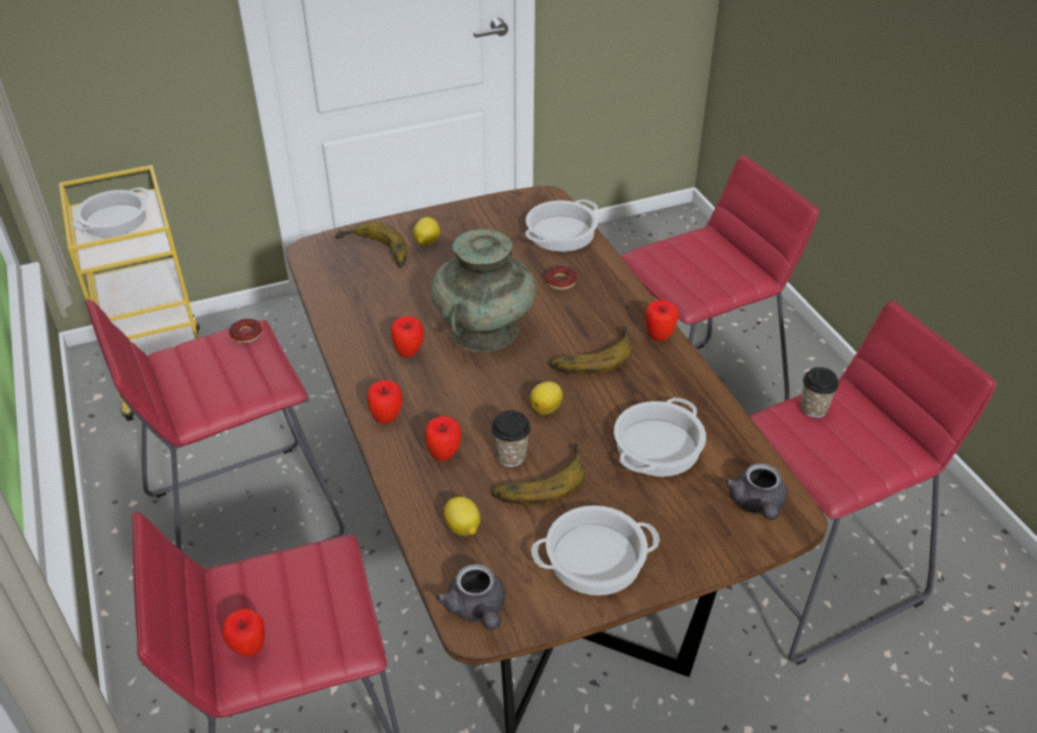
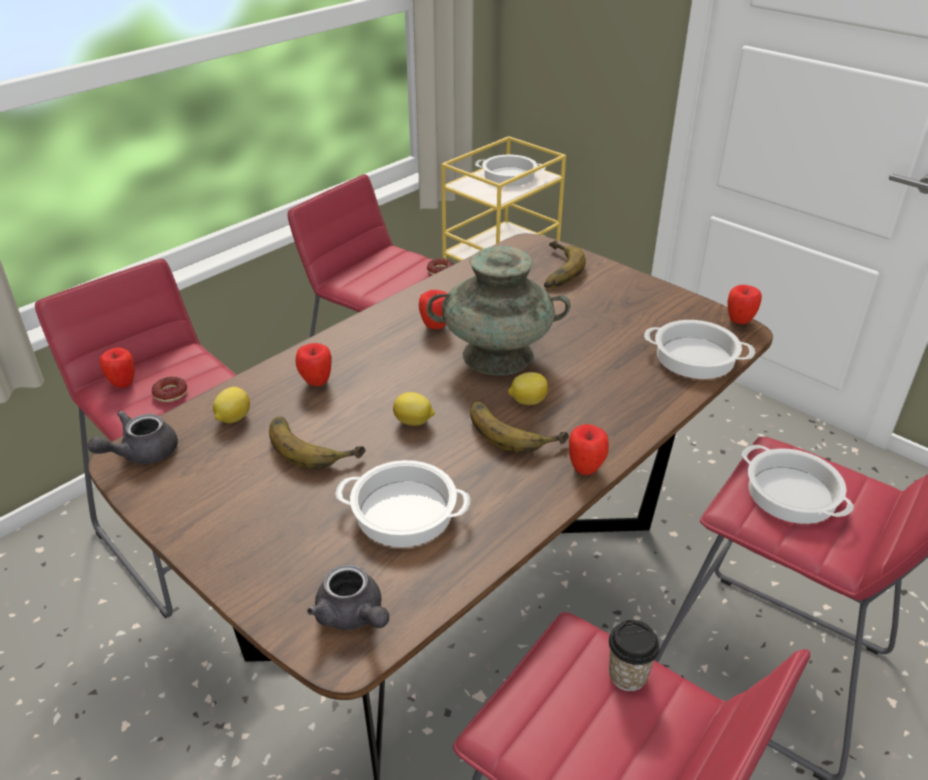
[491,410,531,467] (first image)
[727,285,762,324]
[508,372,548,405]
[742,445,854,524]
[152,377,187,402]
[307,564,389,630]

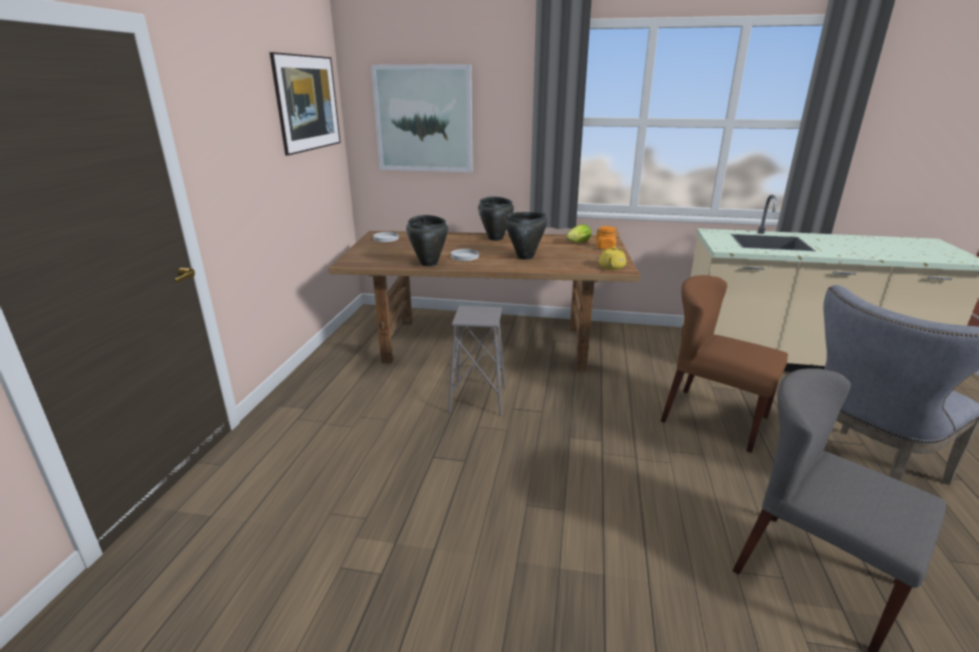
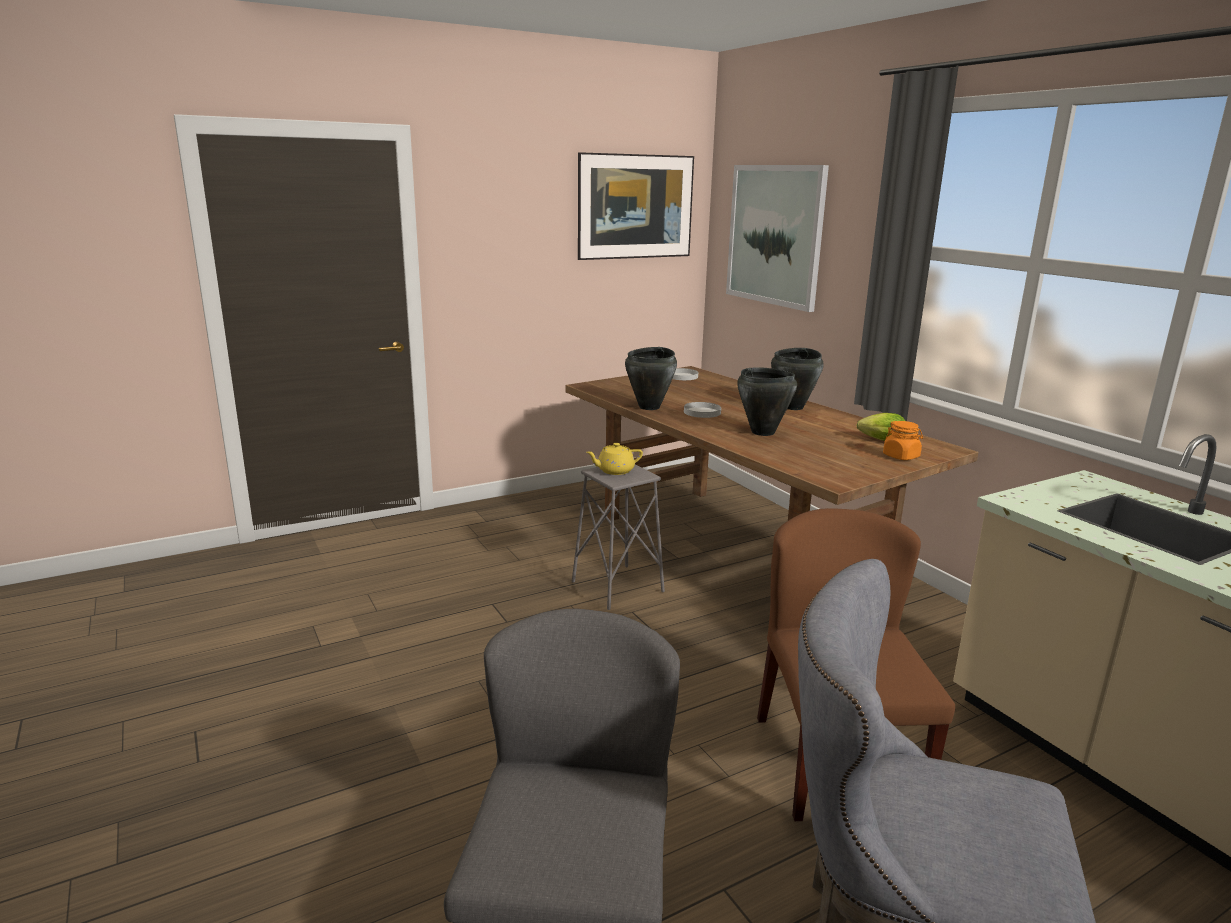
[586,443,643,475]

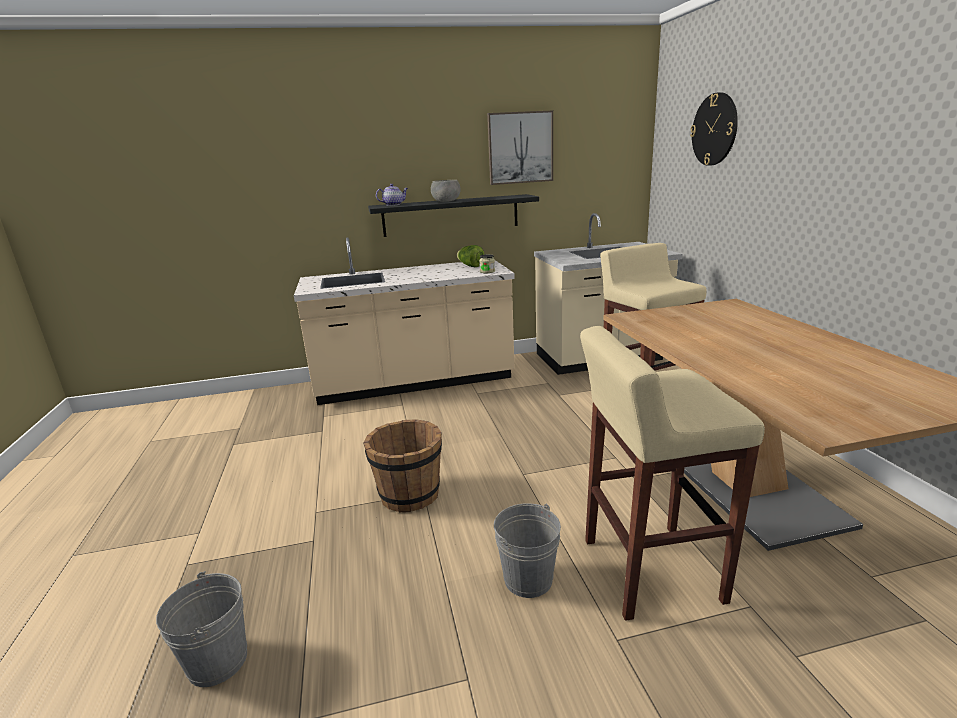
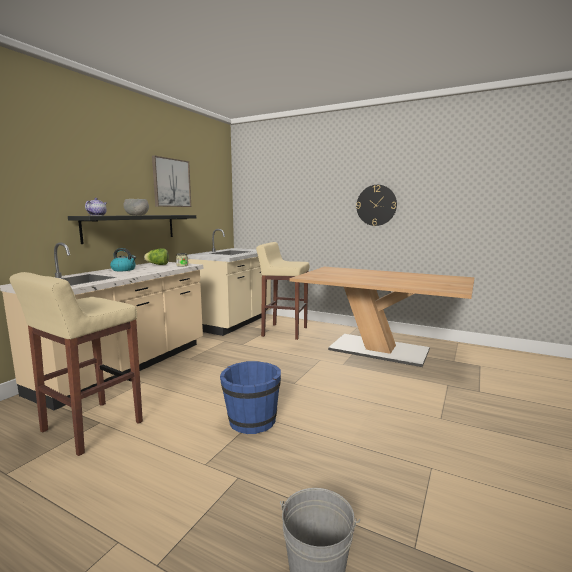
[494,503,561,598] (first image)
[110,248,136,271]
[10,272,143,456]
[356,185,397,226]
[220,361,281,434]

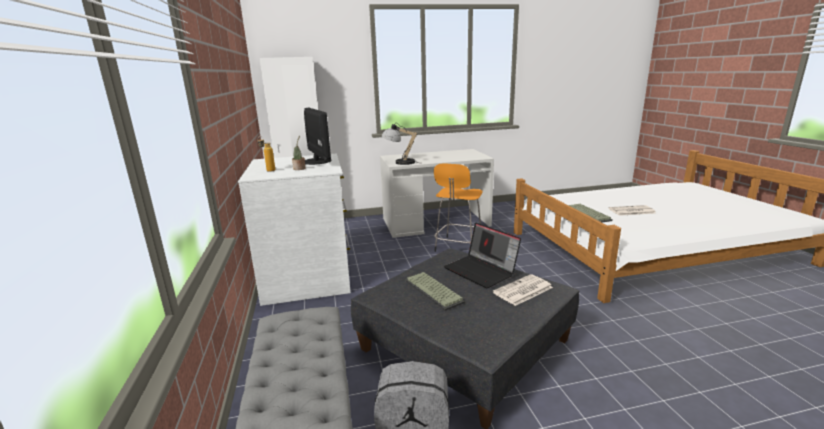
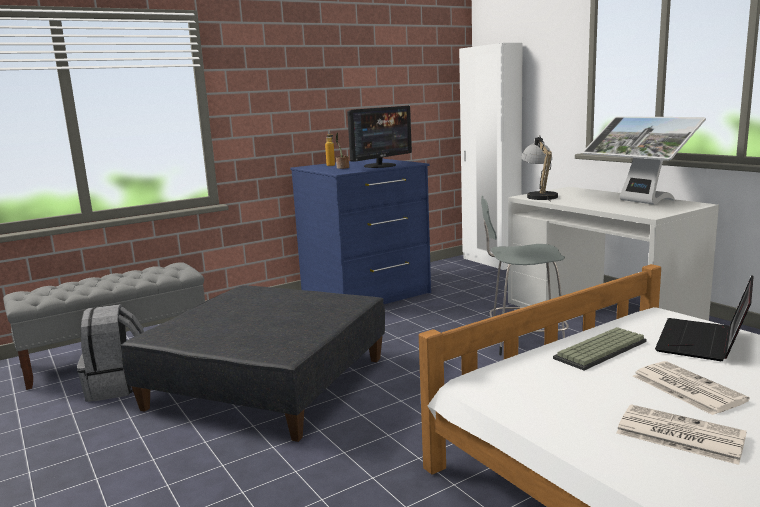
[405,272,465,311] (first image)
[582,116,706,205]
[655,275,754,361]
[616,404,747,465]
[290,158,431,304]
[481,196,569,355]

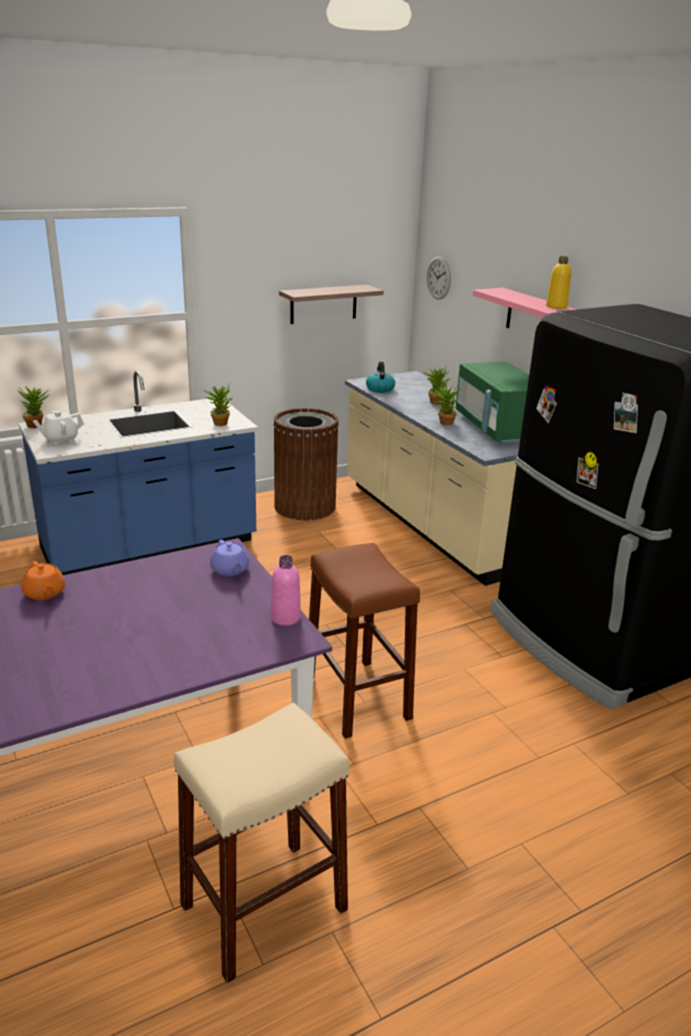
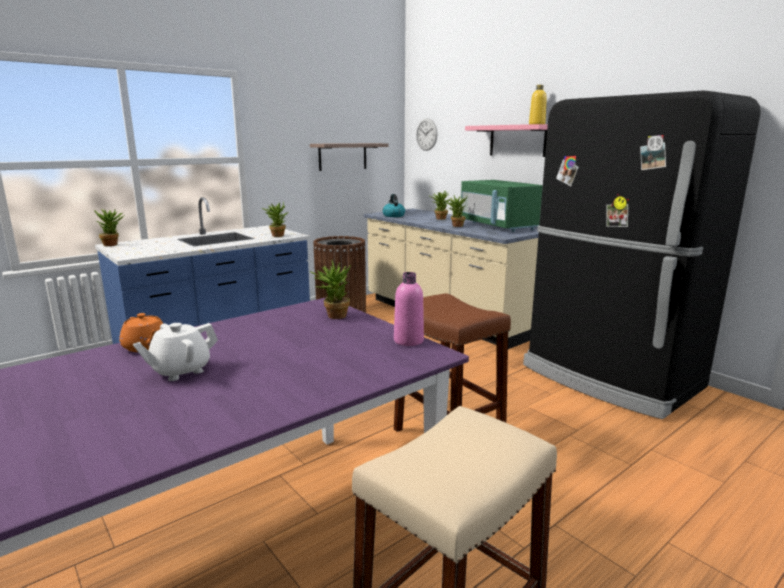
[133,323,218,381]
[310,260,351,319]

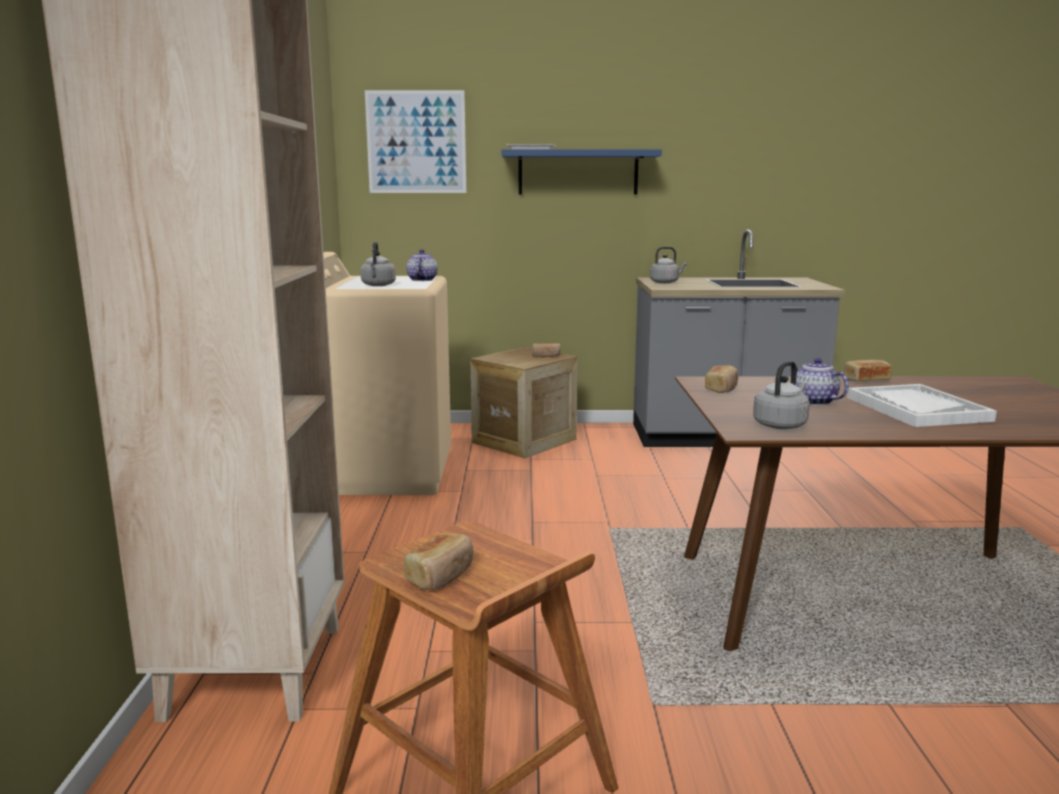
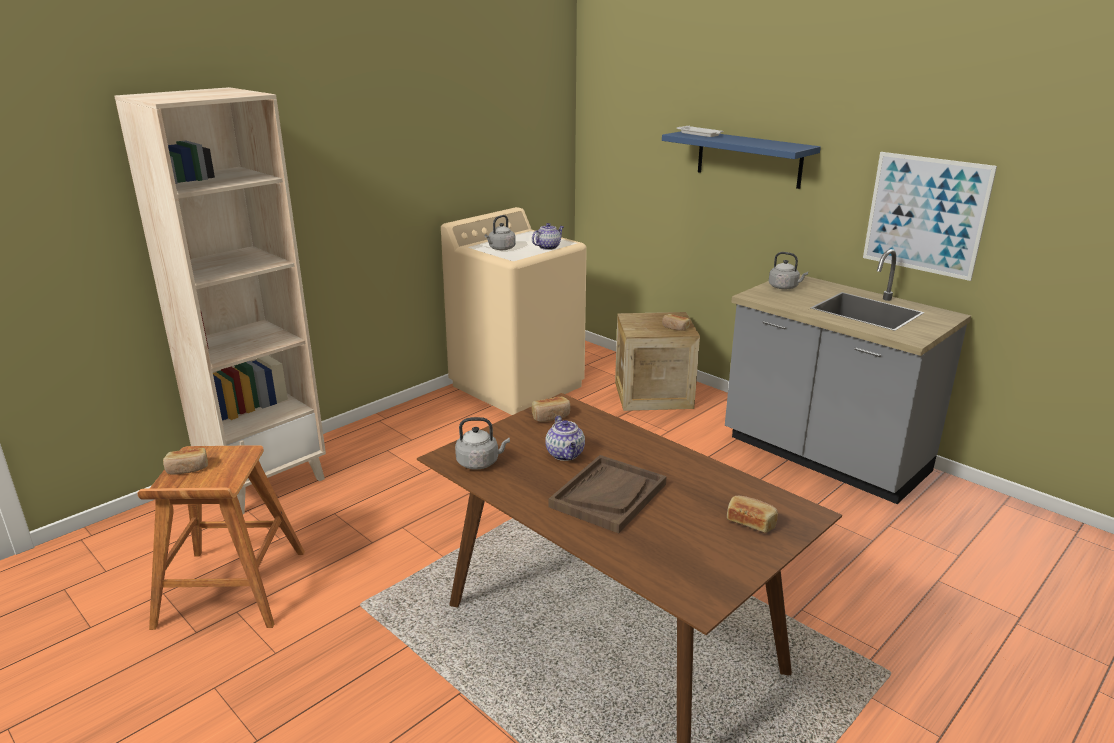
[863,152,997,281]
[727,496,778,533]
[548,455,667,533]
[545,416,585,461]

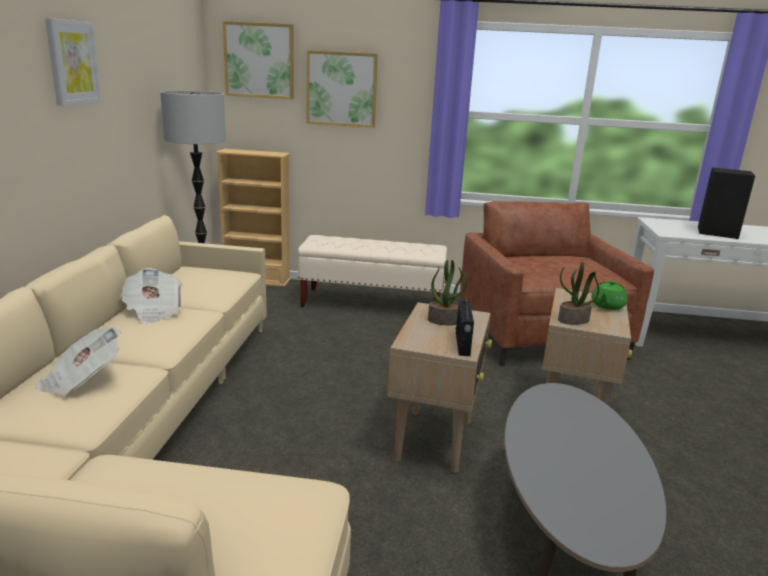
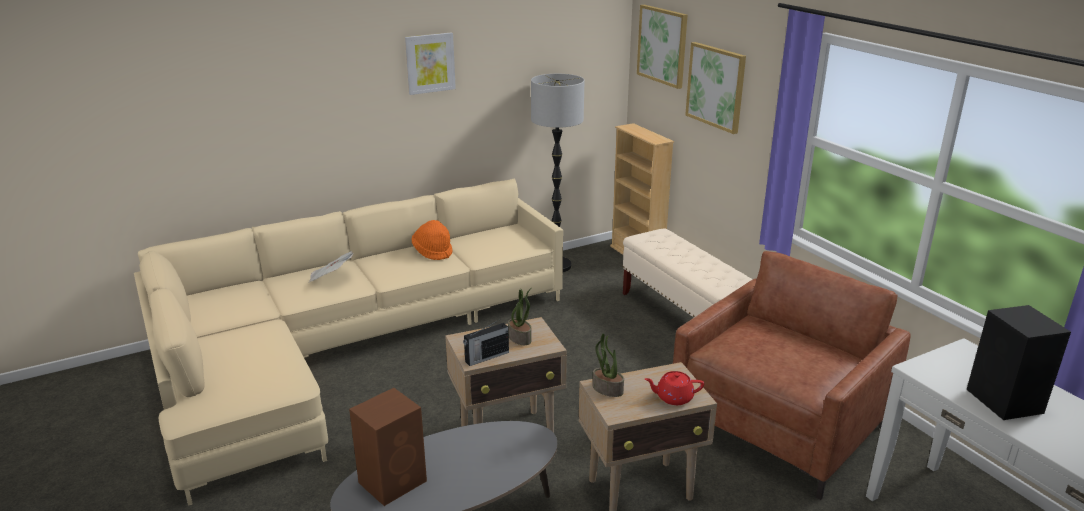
[349,388,427,506]
[412,220,452,260]
[645,371,704,405]

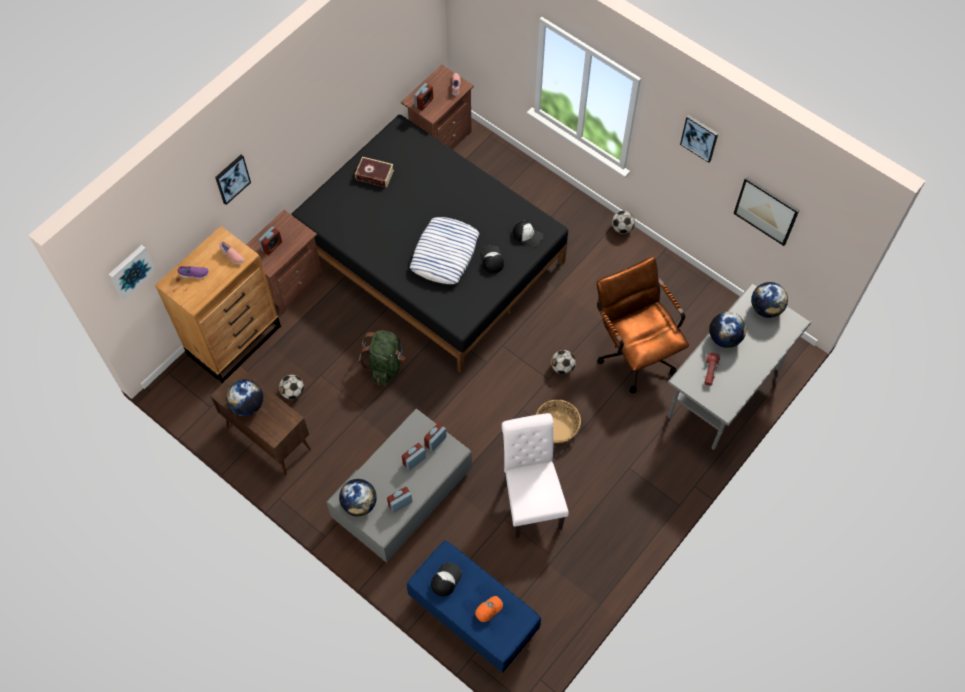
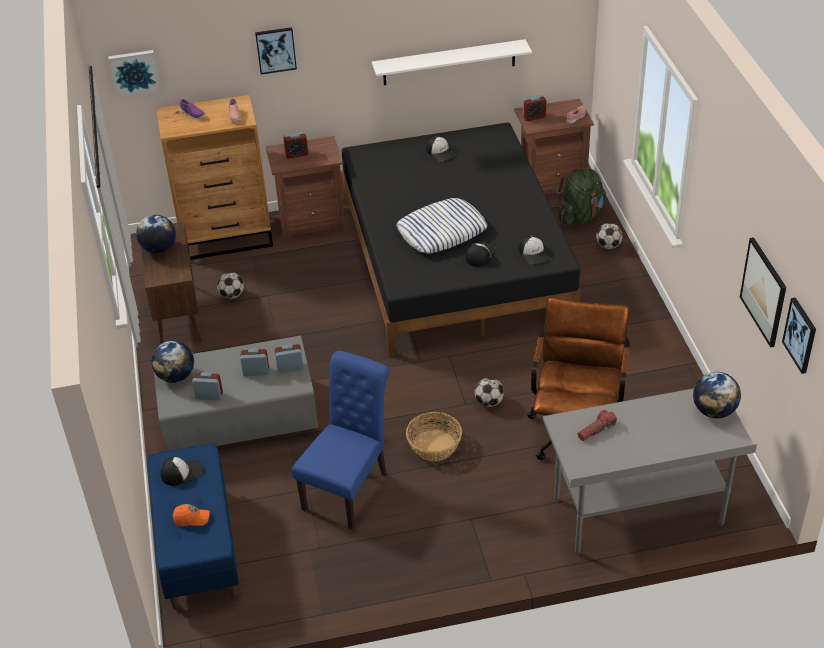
[709,312,746,348] (first image)
[372,39,532,85]
[556,167,606,225]
[596,223,623,249]
[782,297,816,374]
[426,135,456,161]
[292,350,390,529]

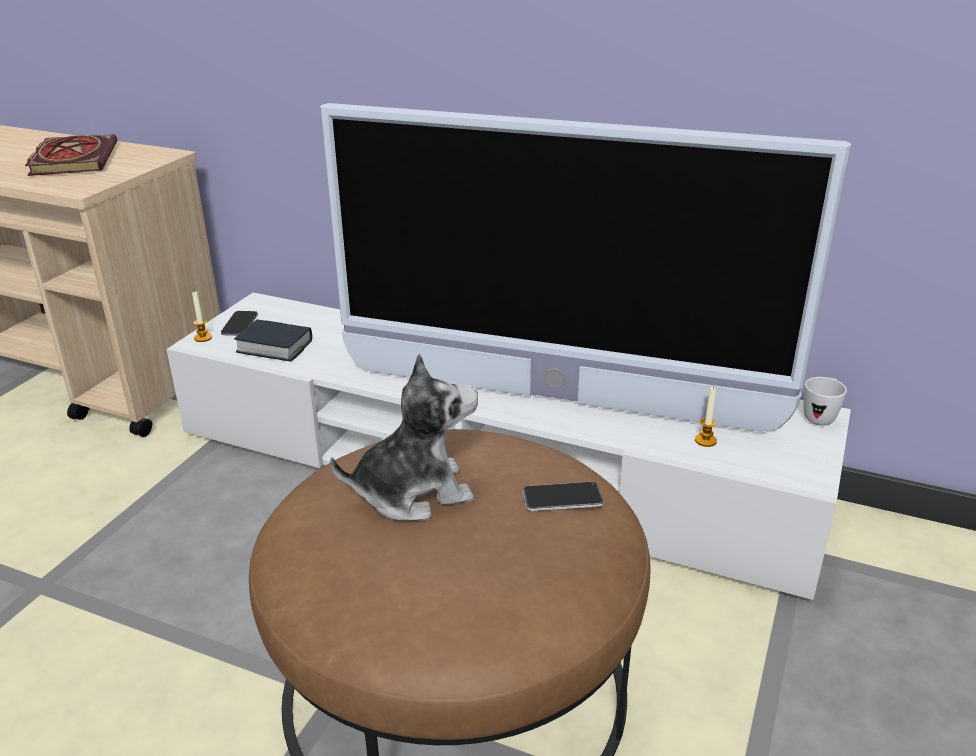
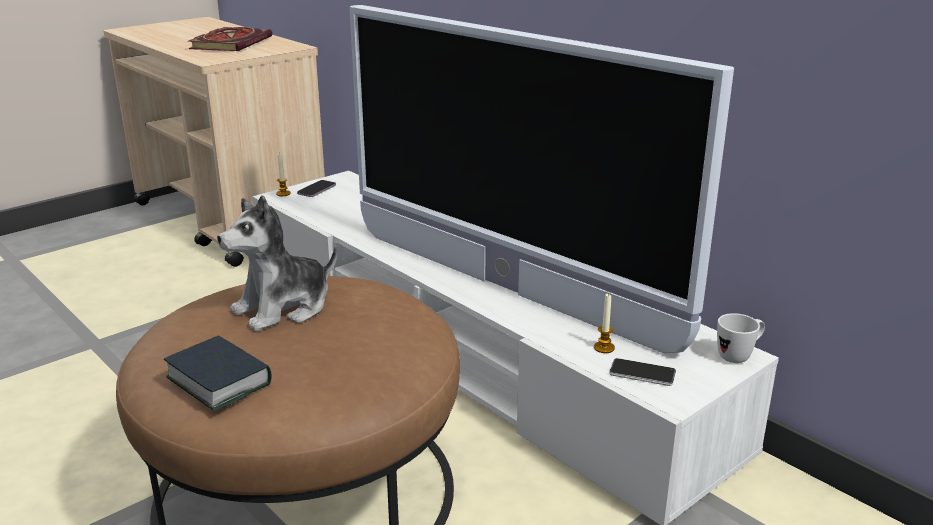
[164,335,272,411]
[609,358,676,386]
[217,195,337,332]

